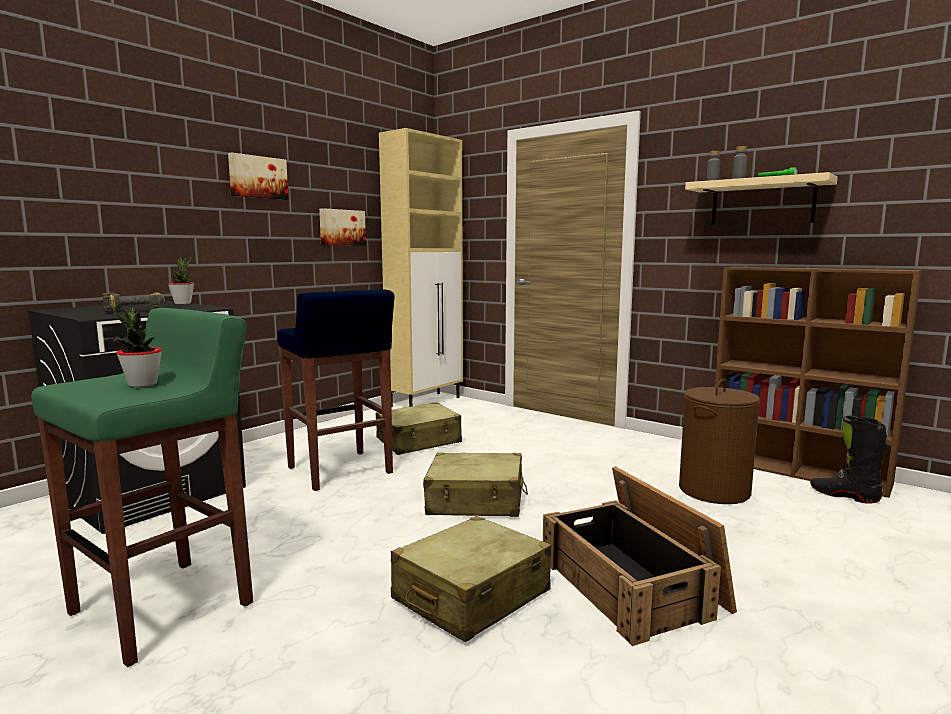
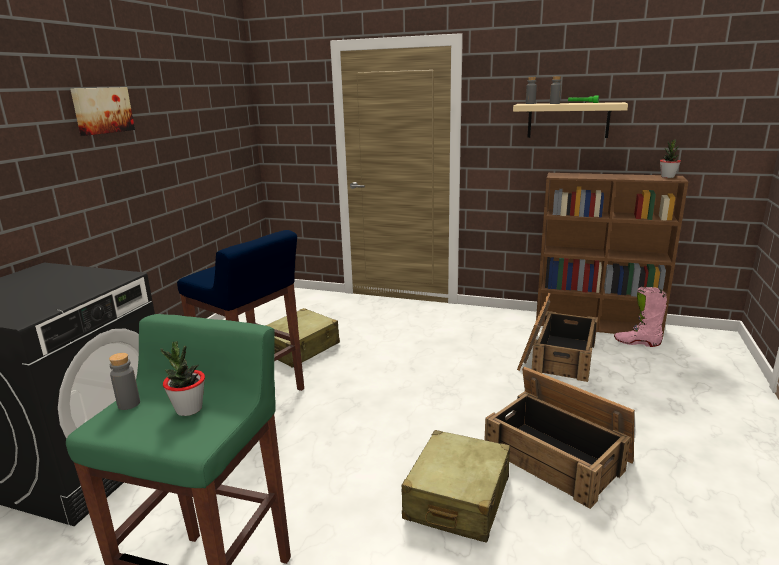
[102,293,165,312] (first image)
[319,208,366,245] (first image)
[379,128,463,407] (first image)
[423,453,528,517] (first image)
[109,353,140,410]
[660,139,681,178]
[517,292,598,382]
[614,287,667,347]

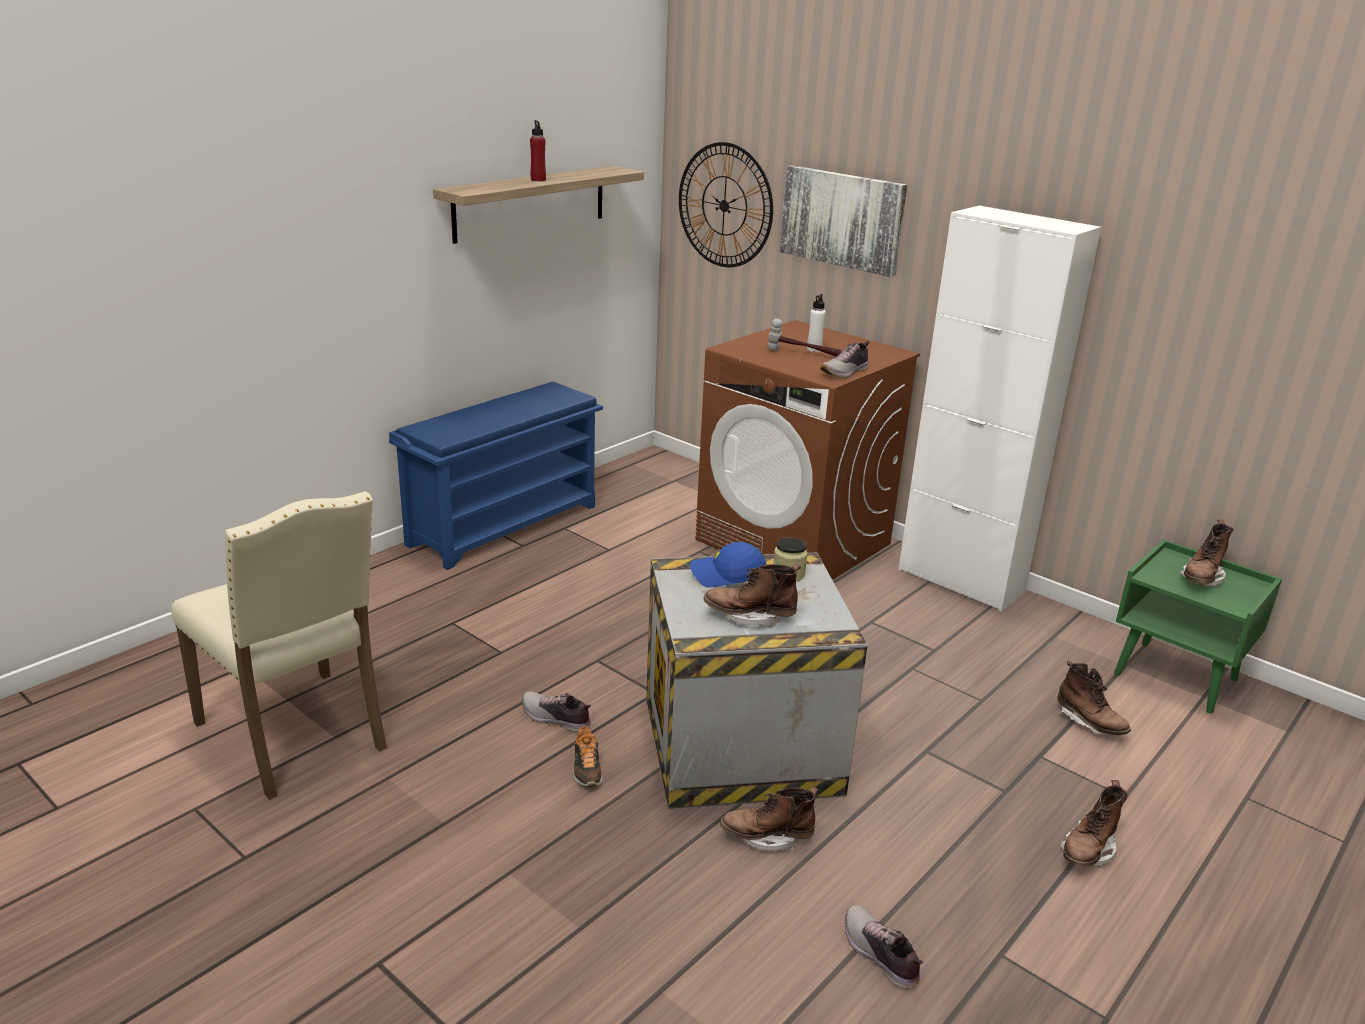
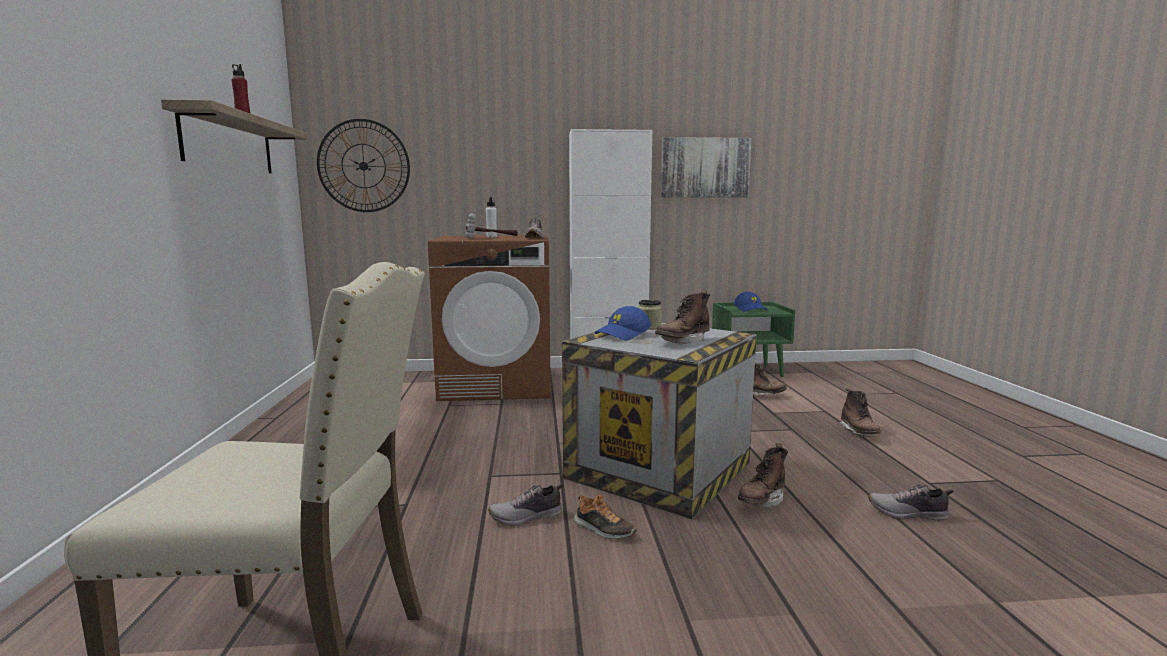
[389,382,603,570] (first image)
[661,137,752,197]
[734,292,768,312]

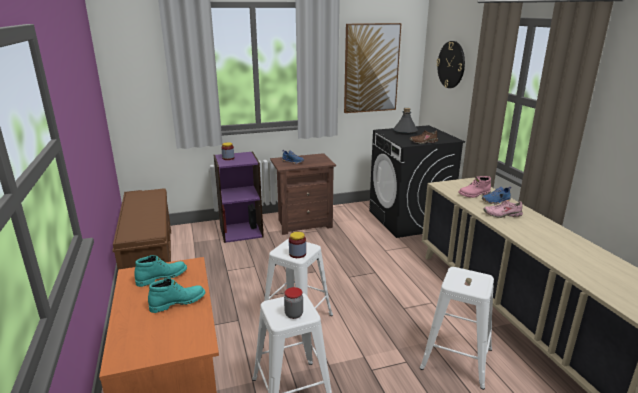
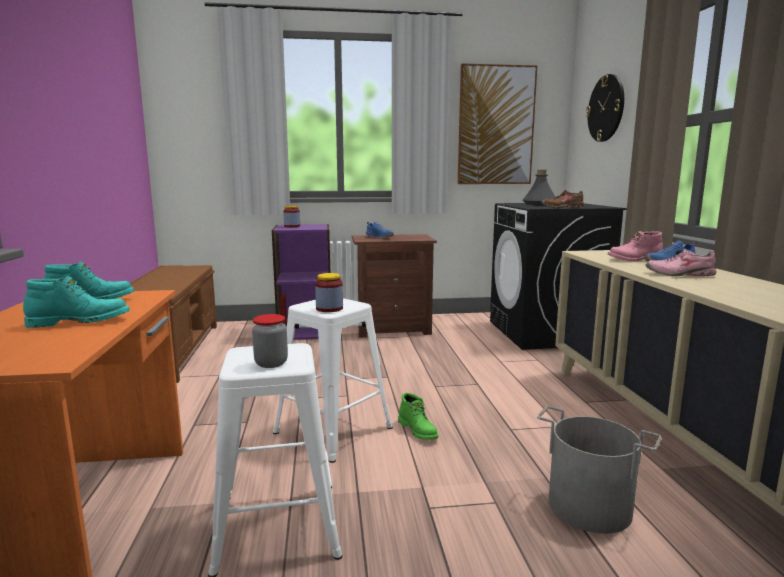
[398,393,439,440]
[537,406,661,534]

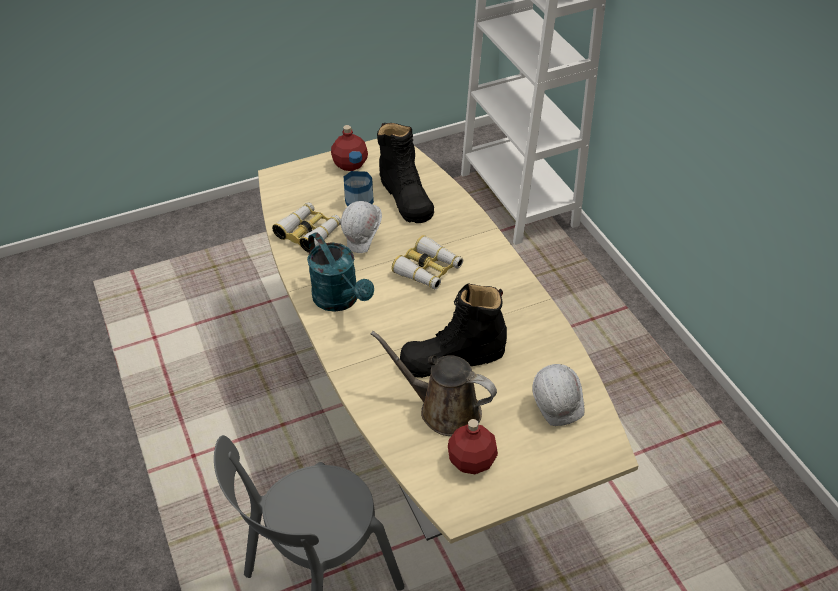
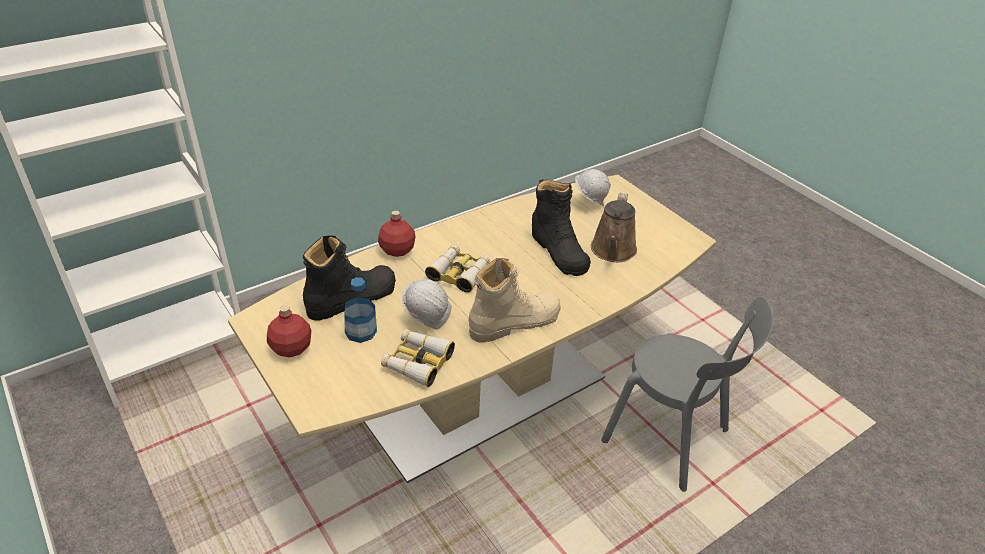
[378,210,415,257]
[469,258,561,343]

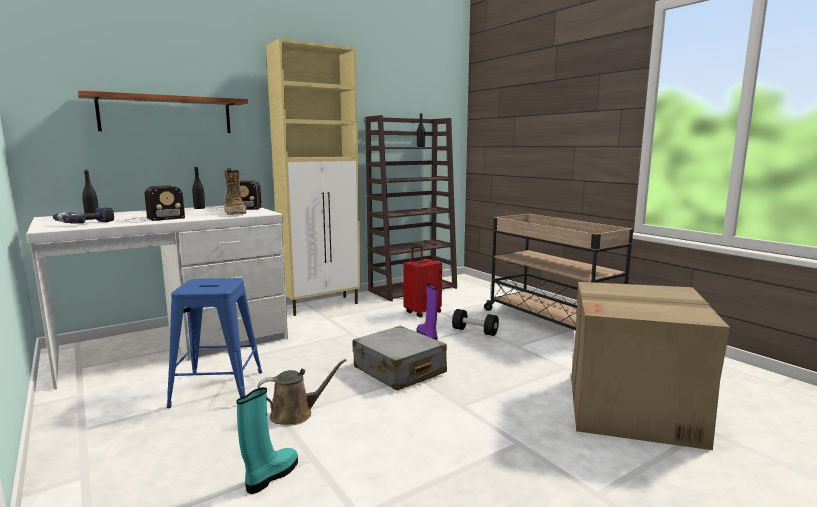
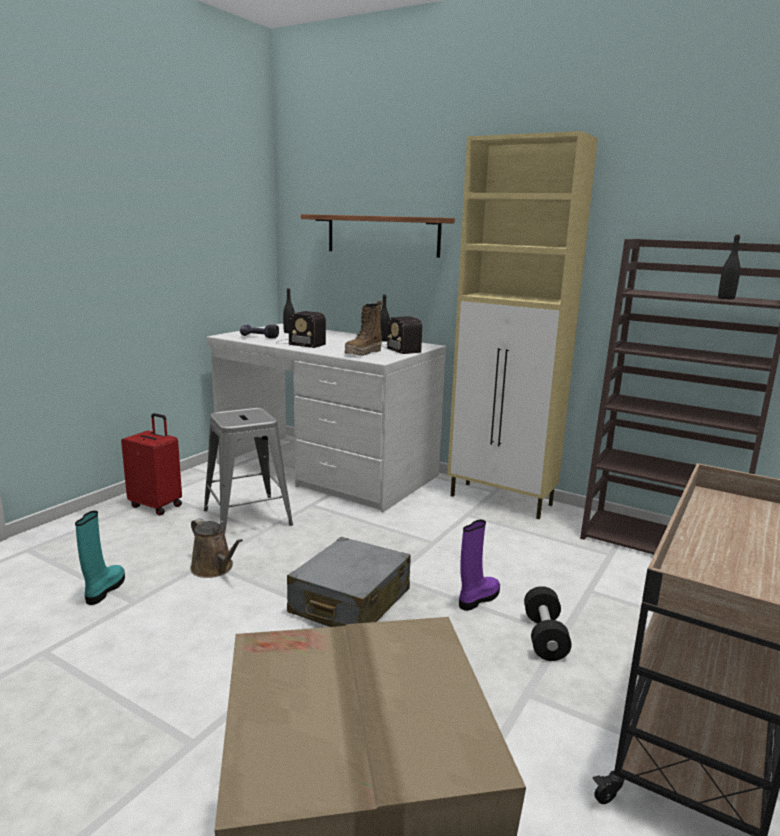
[121,413,182,516]
[204,408,293,534]
[75,511,125,605]

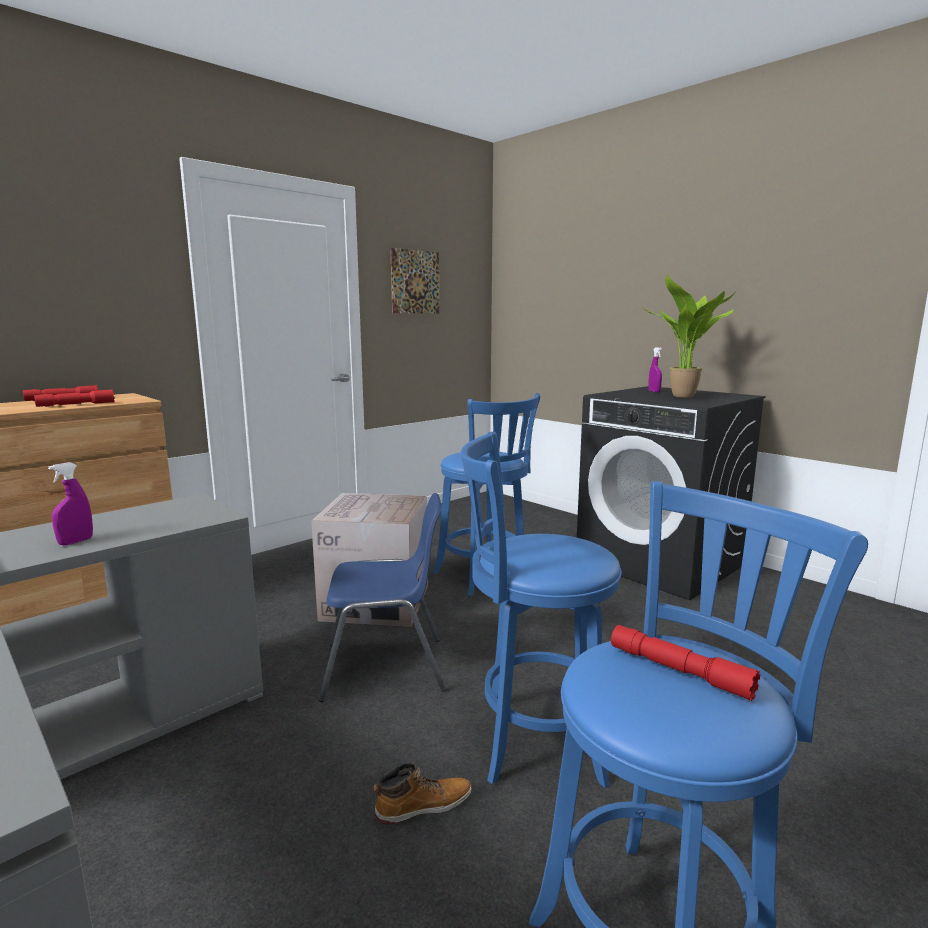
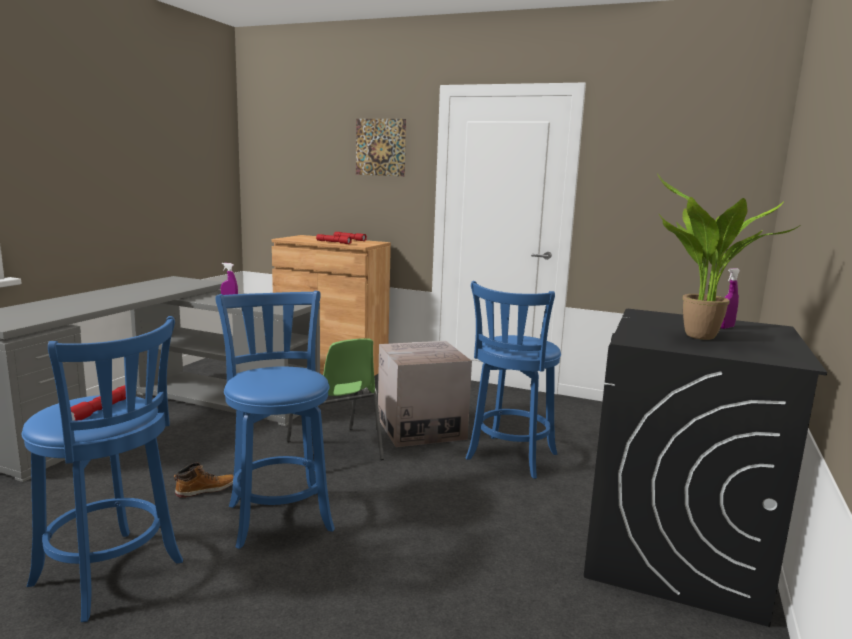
[356,119,406,176]
[287,338,384,460]
[174,463,234,498]

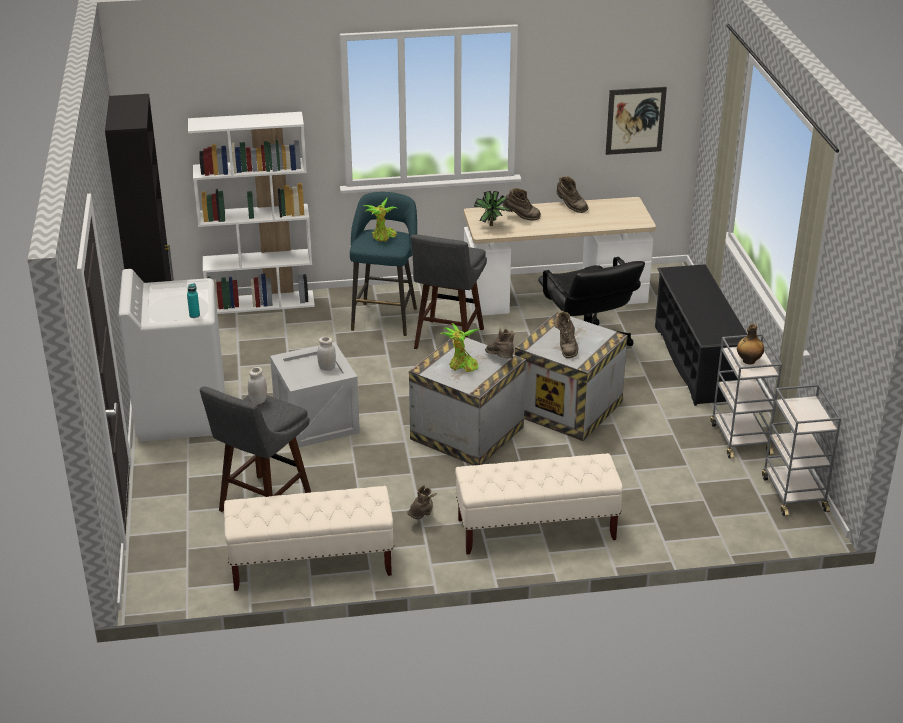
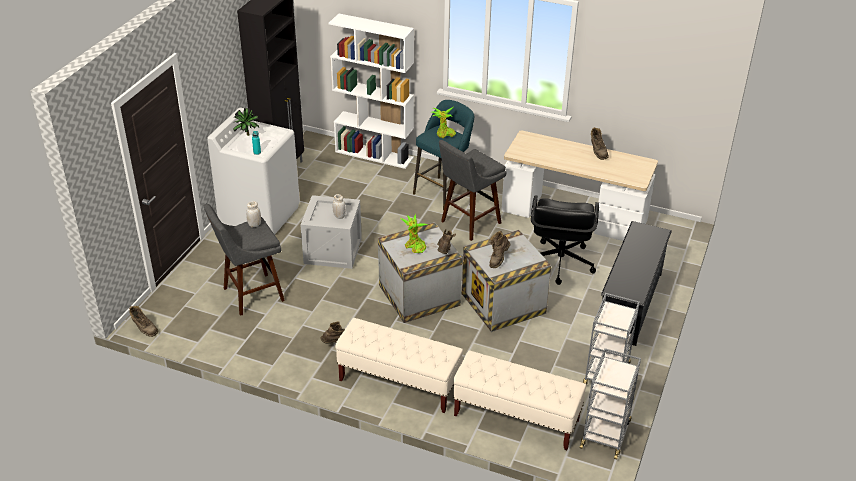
[606,87,667,155] (first image)
[737,324,764,364] (first image)
[453,350,586,450]
[233,108,259,136]
[129,306,158,337]

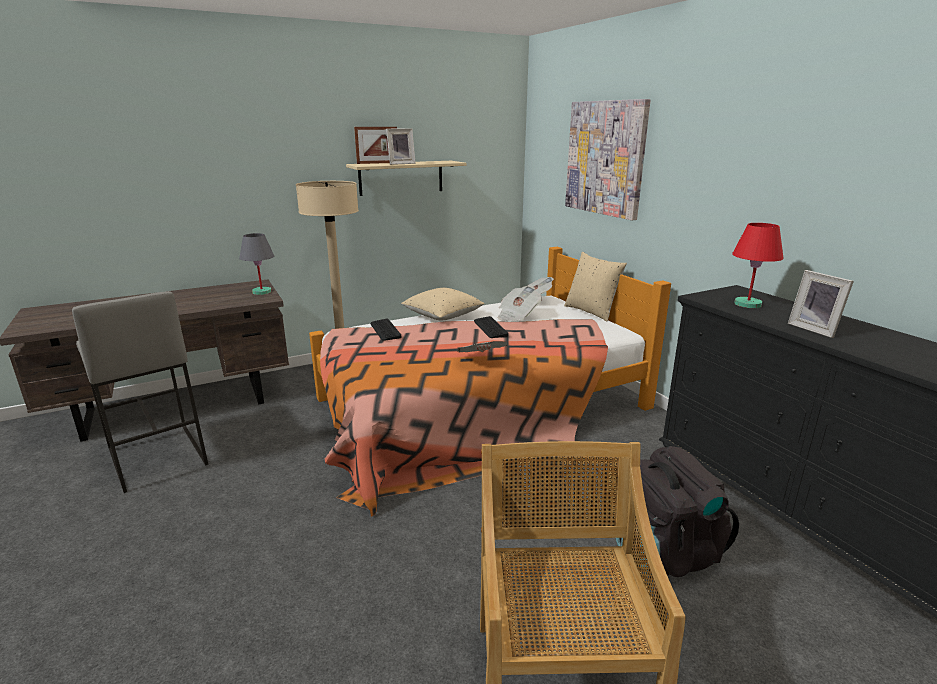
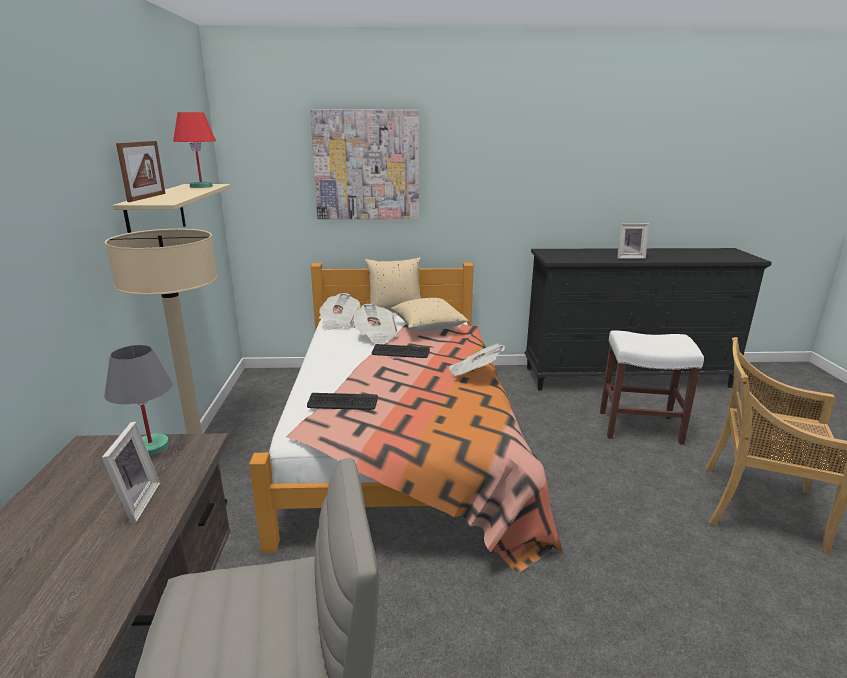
[102,421,160,524]
[391,298,469,331]
[173,112,216,188]
[600,330,704,445]

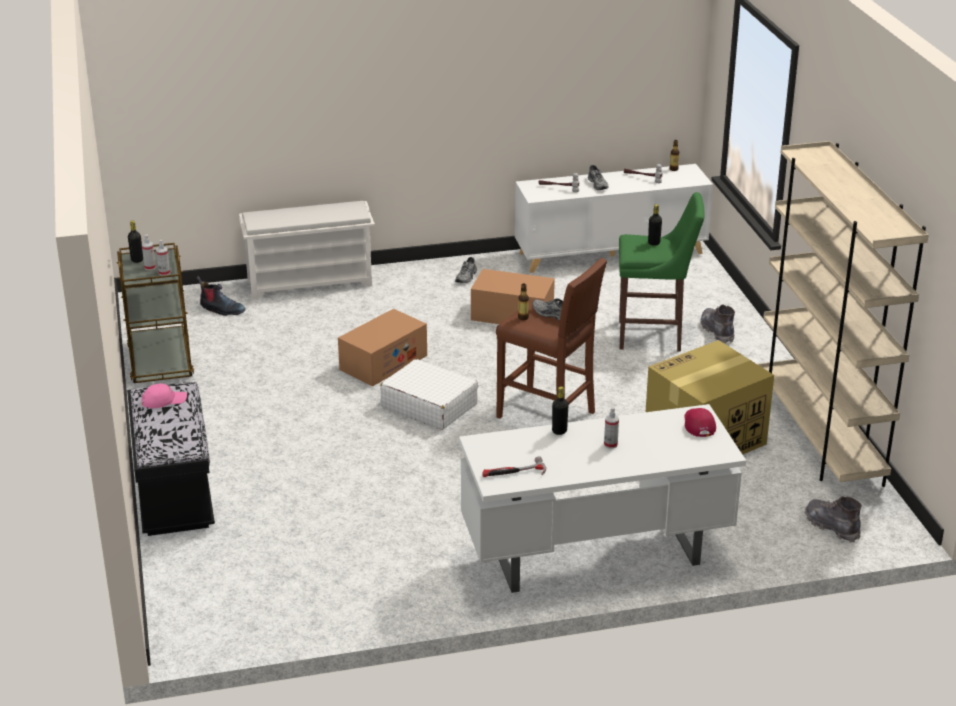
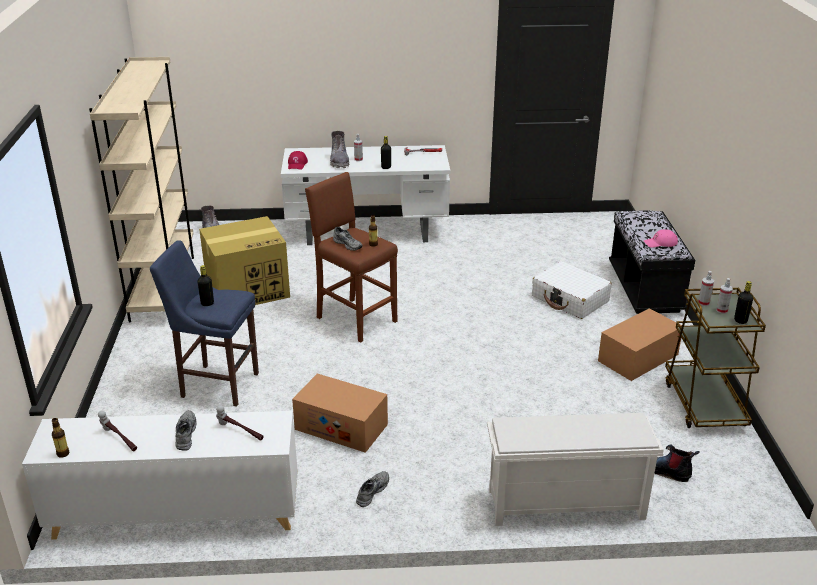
[598,308,682,381]
[532,261,612,319]
[330,131,349,168]
[150,240,259,407]

